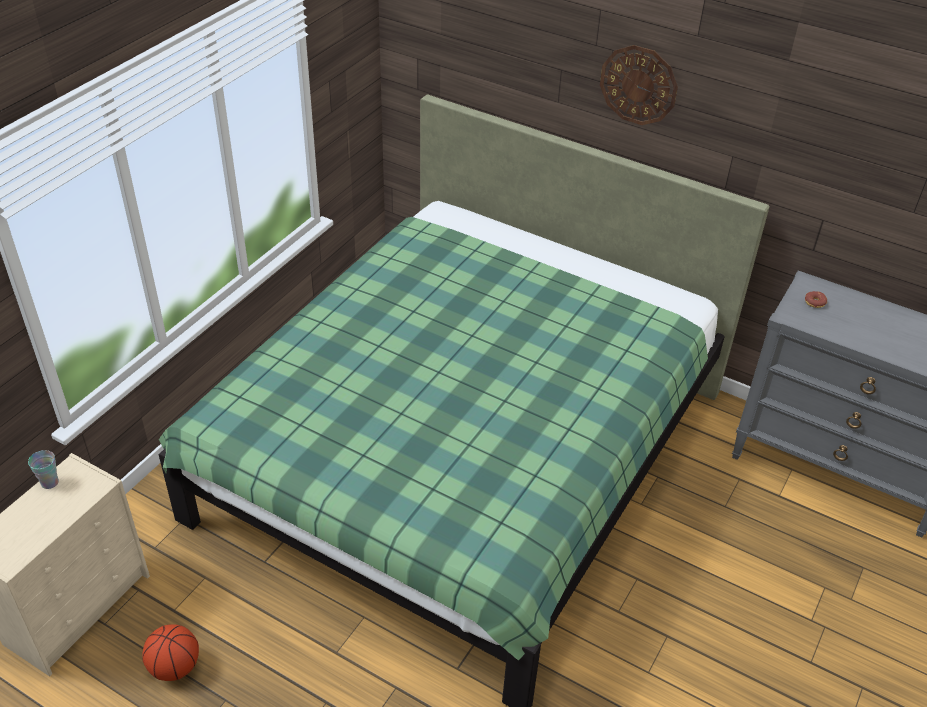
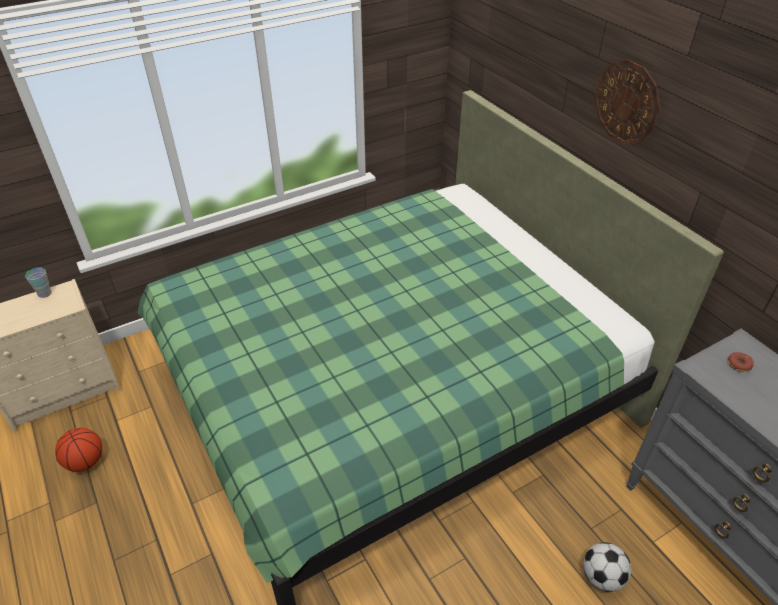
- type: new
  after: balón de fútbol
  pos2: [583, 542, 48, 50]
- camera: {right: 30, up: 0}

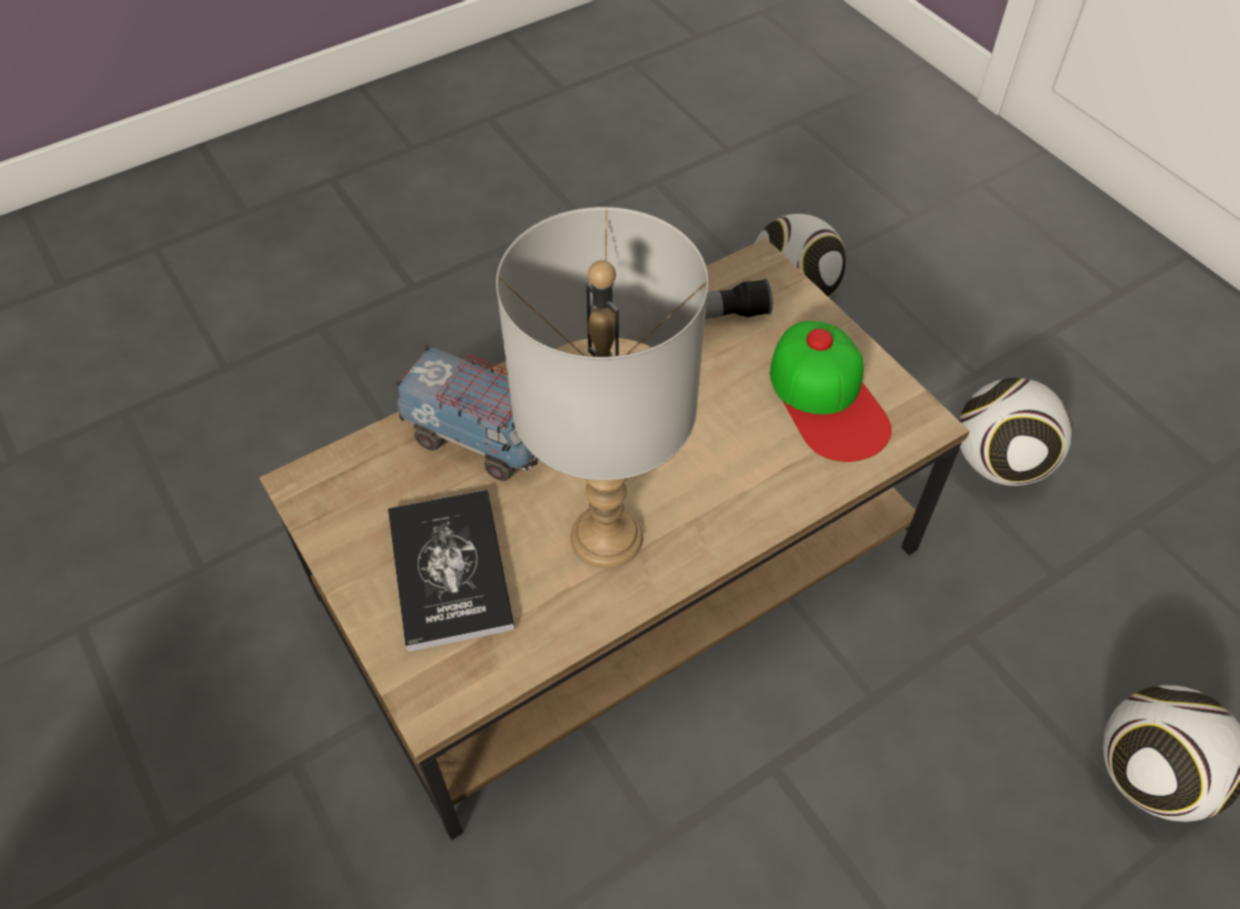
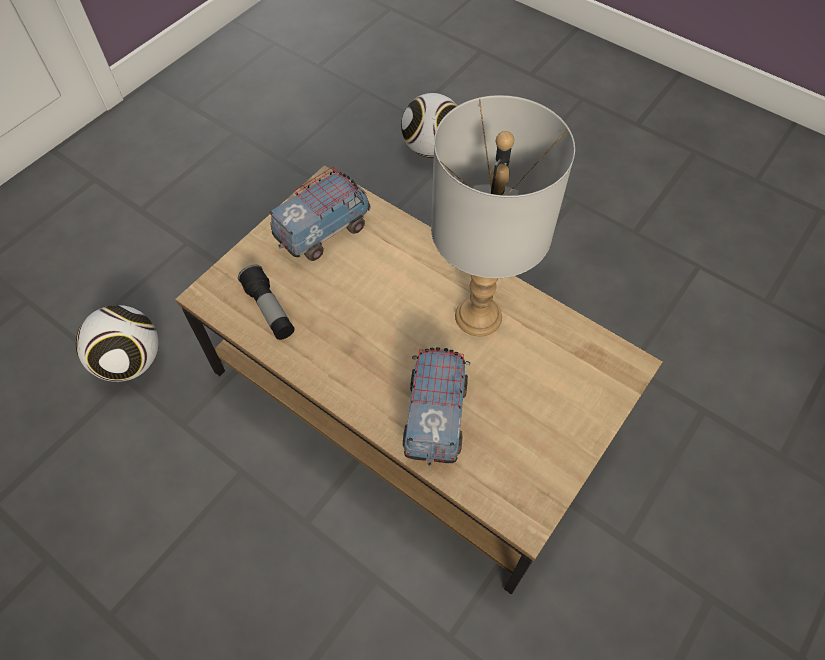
- type: gone
  before: libro
  pos1: [388, 490, 127, 162]
- type: swapped
  before: gorra
  after: camión de juguete
  pos1: [770, 321, 122, 141]
  pos2: [269, 167, 102, 94]
- type: gone
  before: balón de fútbol
  pos1: [959, 378, 114, 108]
- camera: {right: -110, up: 5}

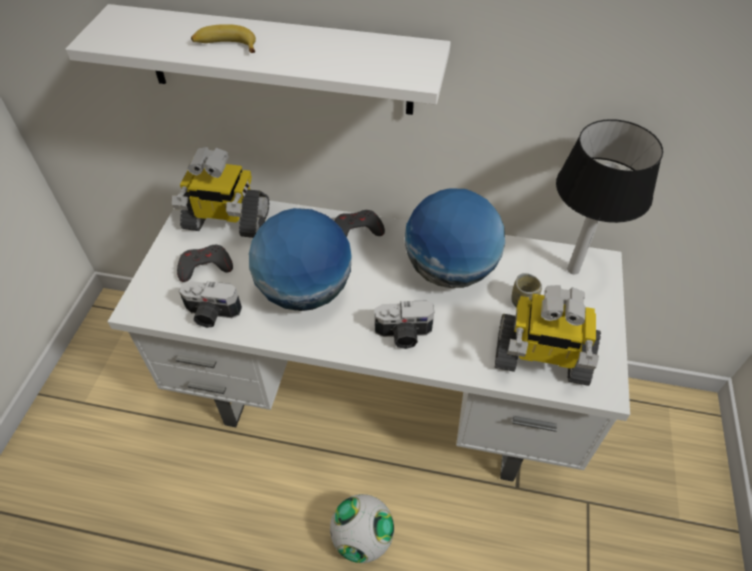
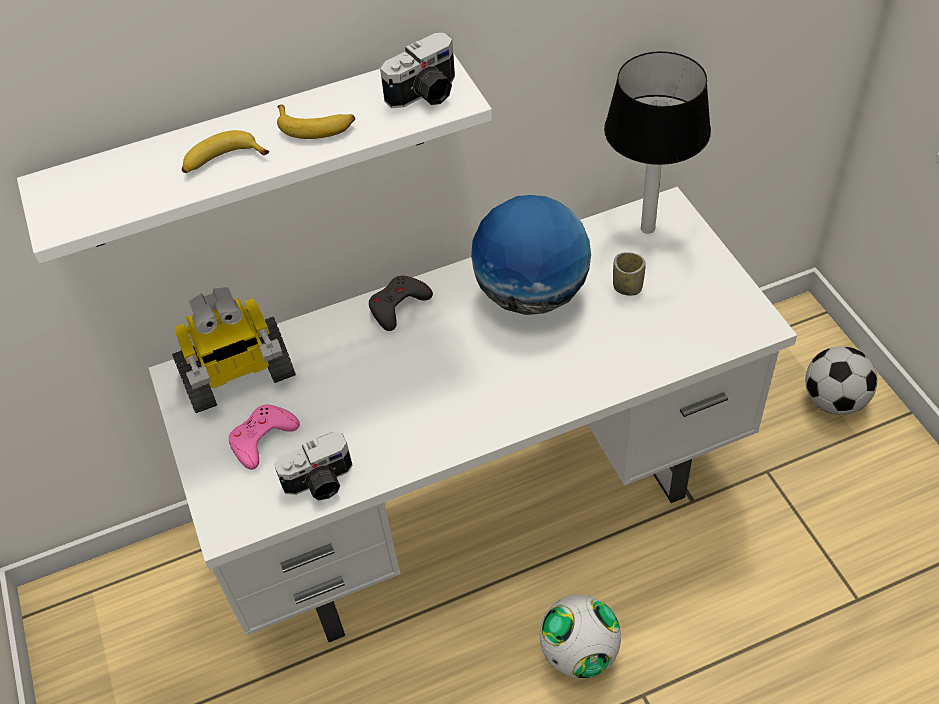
- type: repainted
  before: mando de consola/gris
  after: mando de consola/rosa
  pos1: [177, 245, 56, 37]
  pos2: [229, 404, 71, 66]
- type: gone
  before: globo terráqueo
  pos1: [249, 208, 102, 103]
- type: shifted
  before: cámara
  pos1: [375, 301, 59, 48]
  pos2: [380, 33, 75, 75]
- type: gone
  before: robot de juguete
  pos1: [495, 285, 106, 101]
- type: new
  after: plátano
  pos2: [277, 105, 78, 34]
- type: new
  after: balón de fútbol
  pos2: [805, 346, 72, 69]
- camera: {right: -30, up: 0}

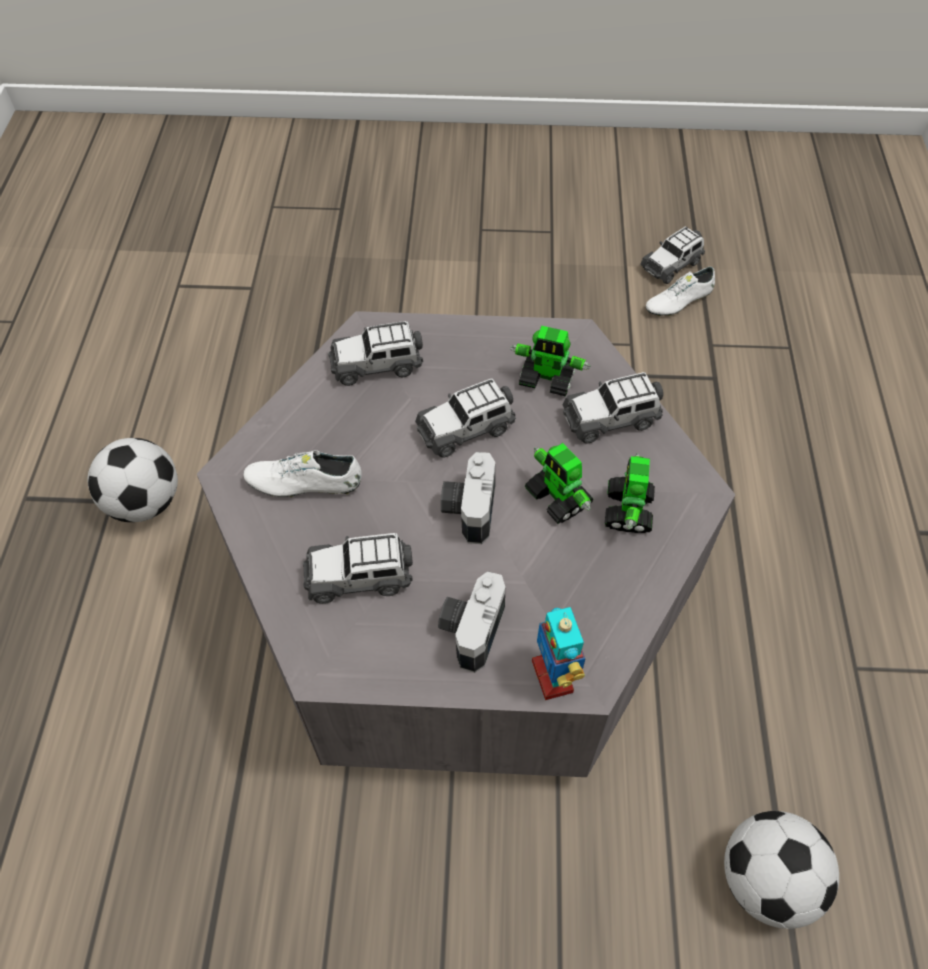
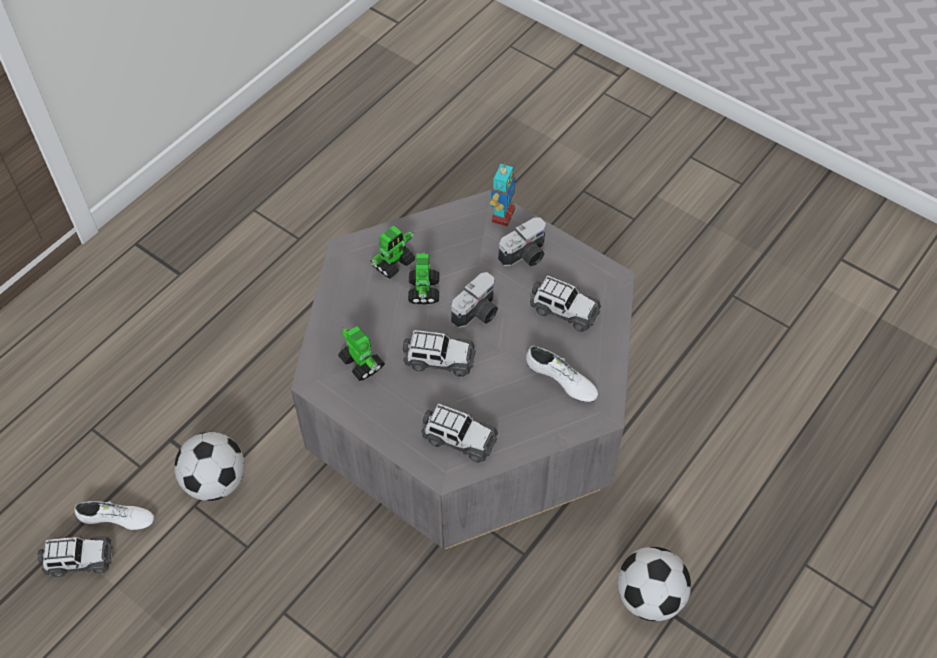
- type: gone
  before: coche de juguete
  pos1: [562, 372, 101, 72]
- type: shifted
  before: balón de fútbol
  pos1: [724, 811, 115, 118]
  pos2: [175, 432, 70, 69]
- camera: {right: -145, up: 0}

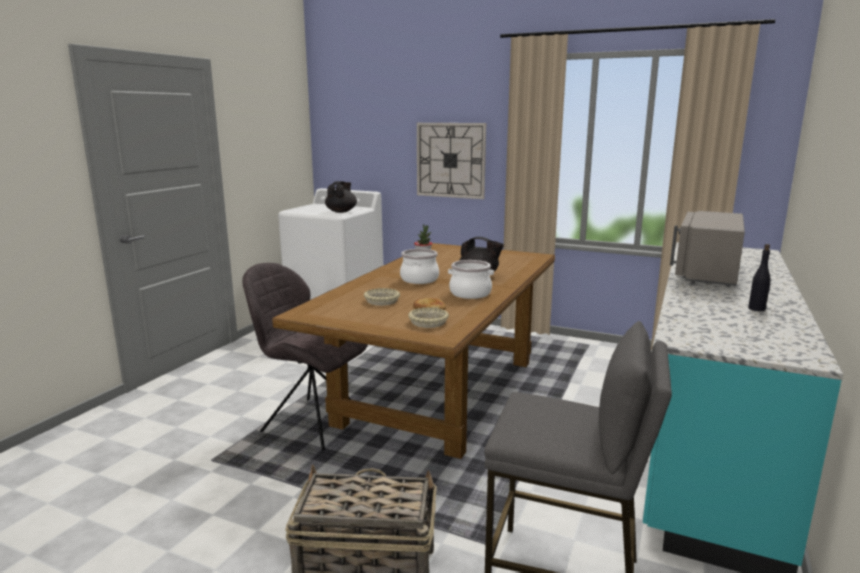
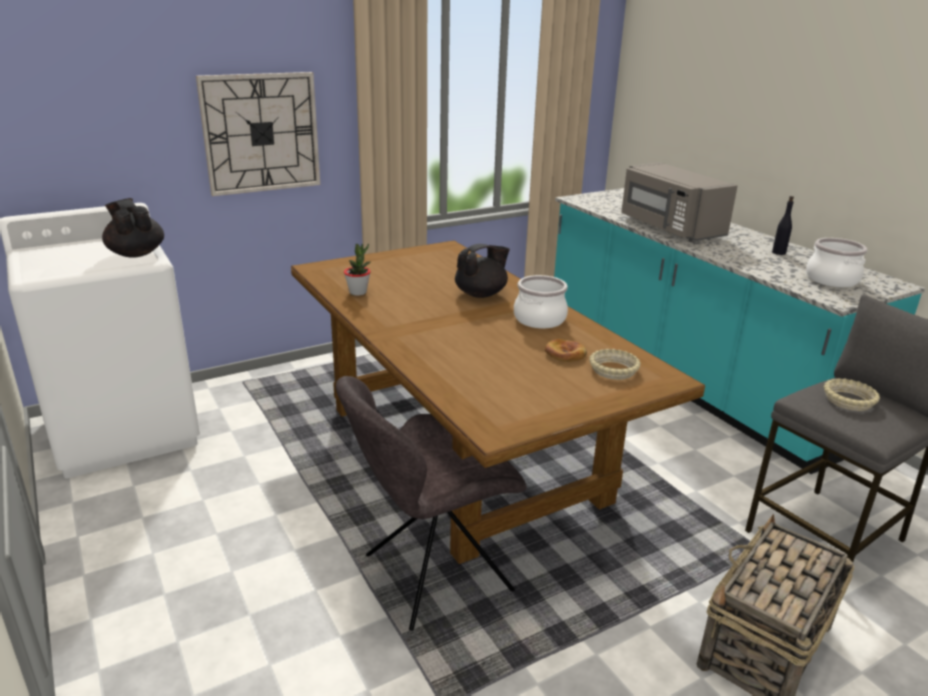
- type: shifted
  before: cuenco/beis
  pos1: [364, 288, 36, 18]
  pos2: [824, 378, 56, 33]
- type: shifted
  before: olla
  pos1: [400, 249, 39, 35]
  pos2: [806, 238, 61, 49]
- camera: {right: -55, up: 10}

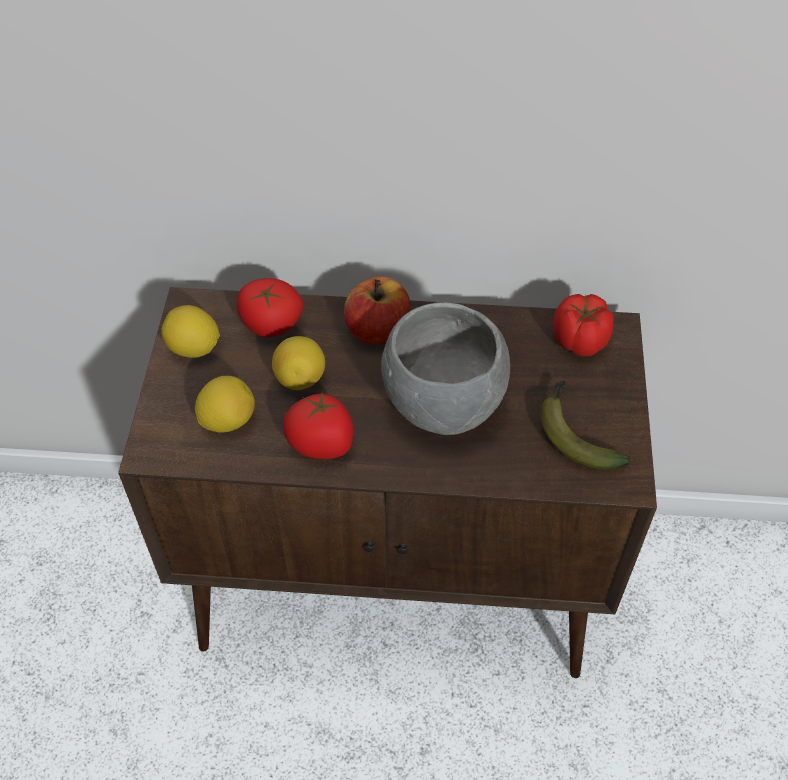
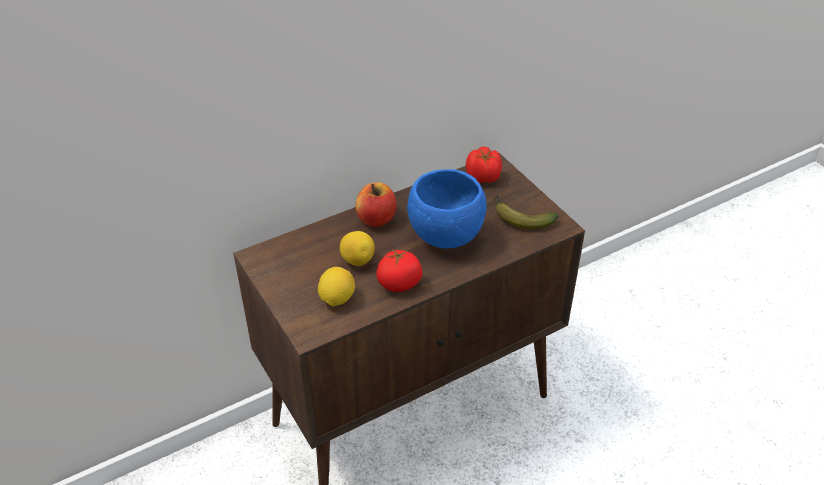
- type: gone
  before: limón
  pos1: [161, 305, 59, 53]
- type: gone
  before: tomate
  pos1: [237, 278, 66, 59]
- type: repainted
  before: cuenco/gris
  after: cuenco/azul
  pos1: [381, 302, 129, 133]
  pos2: [407, 169, 80, 80]
- camera: {right: -35, up: -10}

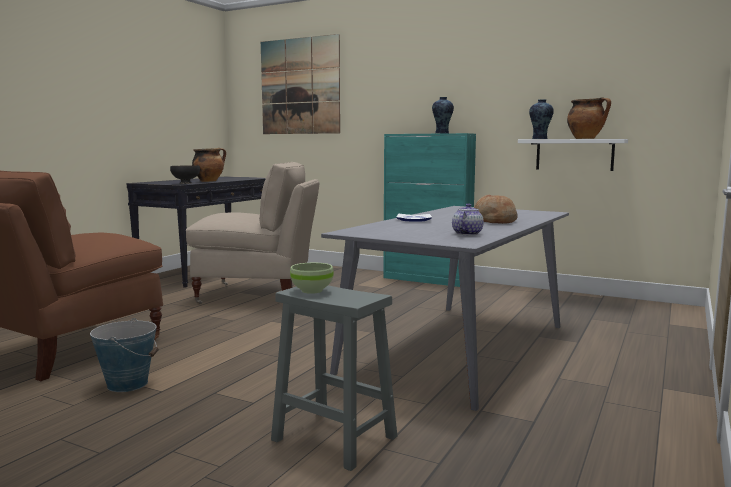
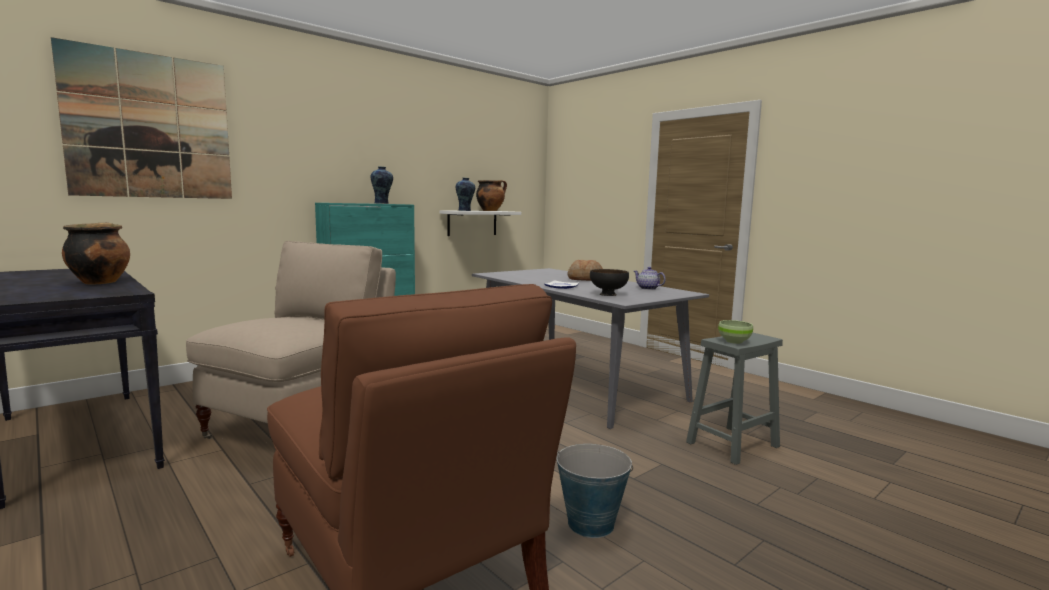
- type: shifted
  before: cuenco/negro
  pos1: [170, 166, 30, 18]
  pos2: [590, 269, 39, 27]
- camera: {right: -70, up: 0}

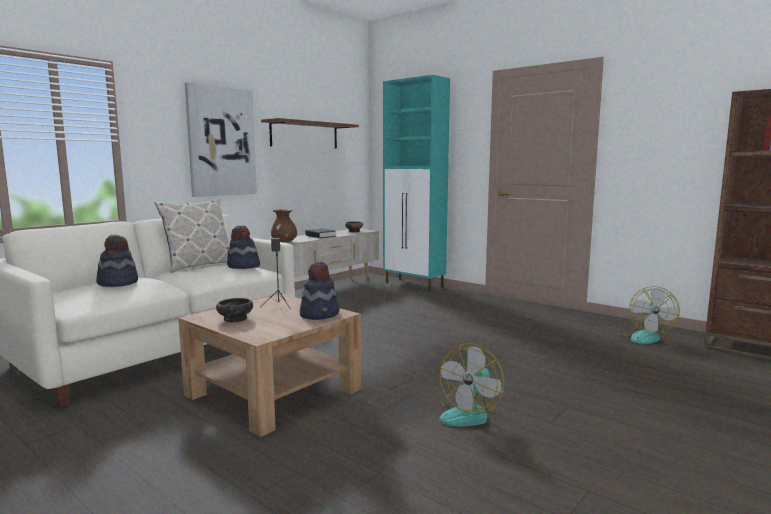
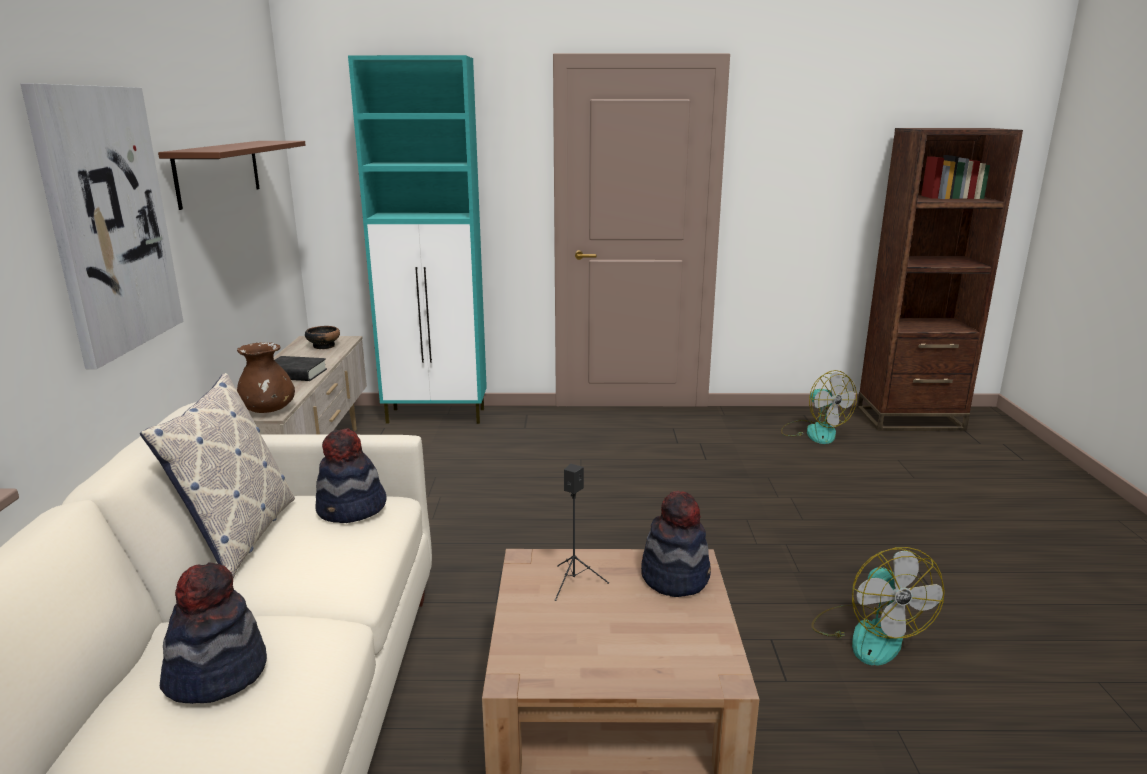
- type: gone
  before: cuenco
  pos1: [216, 298, 37, 25]
- camera: {right: -40, up: 10}

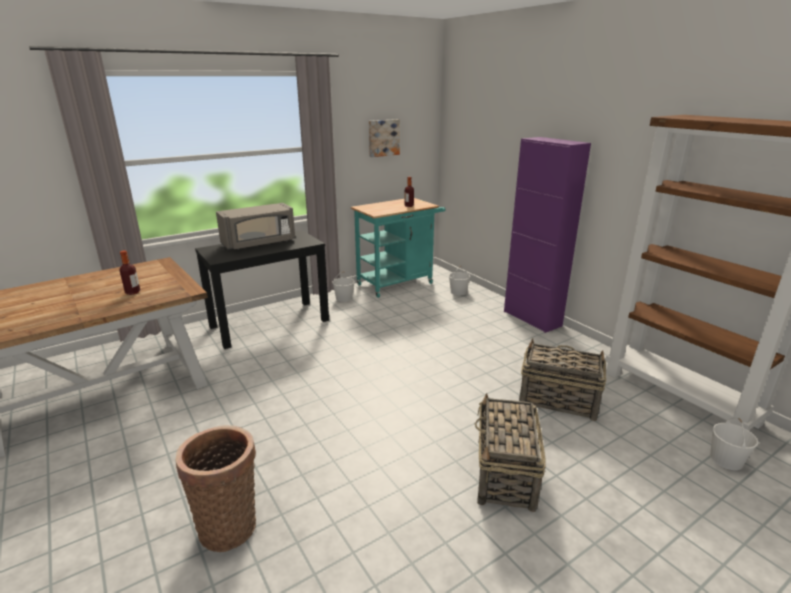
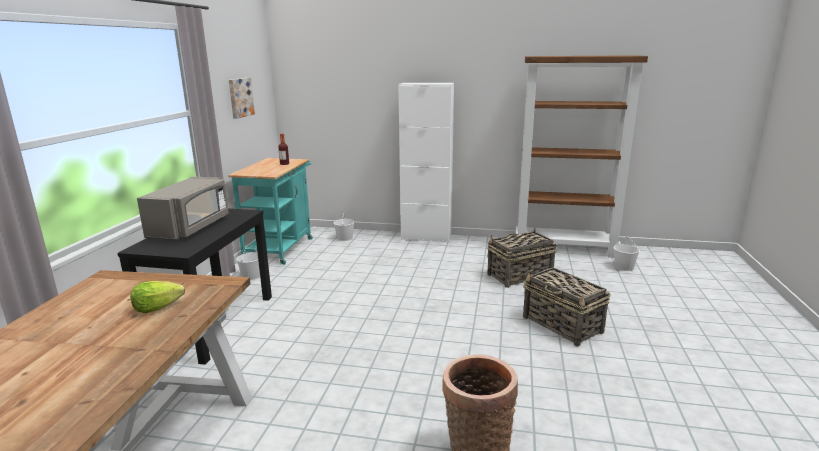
- type: swapped
  before: botella
  after: lechuga
  pos1: [119, 251, 21, 44]
  pos2: [130, 281, 55, 32]
- type: repainted
  before: armario/morado
  after: armario/blanco
  pos1: [504, 137, 87, 196]
  pos2: [398, 83, 56, 160]
- camera: {right: -45, up: -5}

